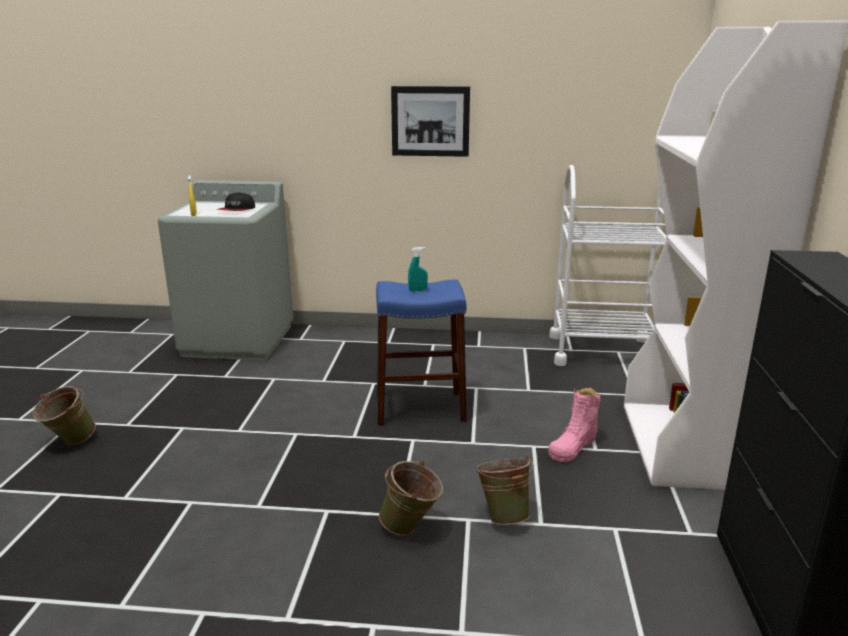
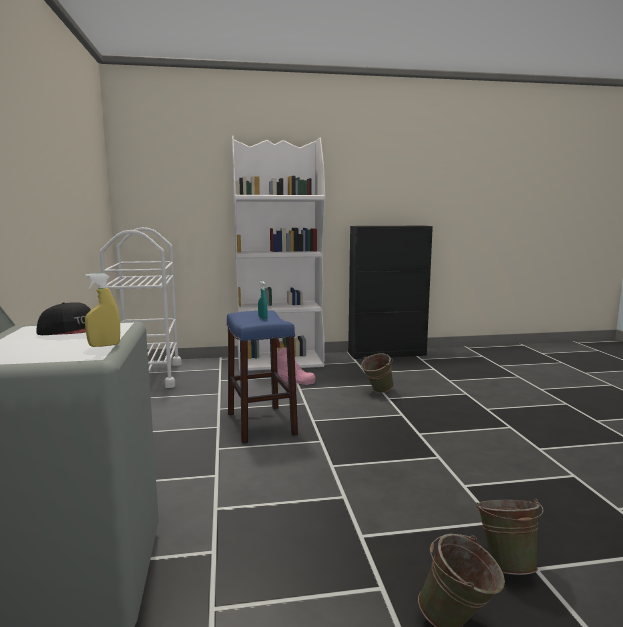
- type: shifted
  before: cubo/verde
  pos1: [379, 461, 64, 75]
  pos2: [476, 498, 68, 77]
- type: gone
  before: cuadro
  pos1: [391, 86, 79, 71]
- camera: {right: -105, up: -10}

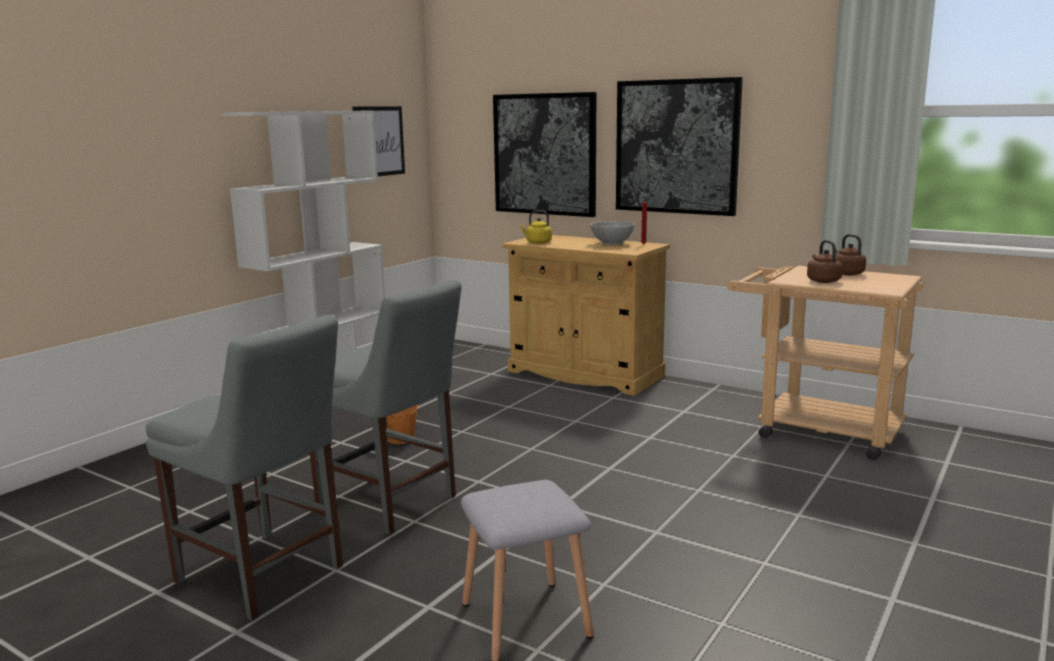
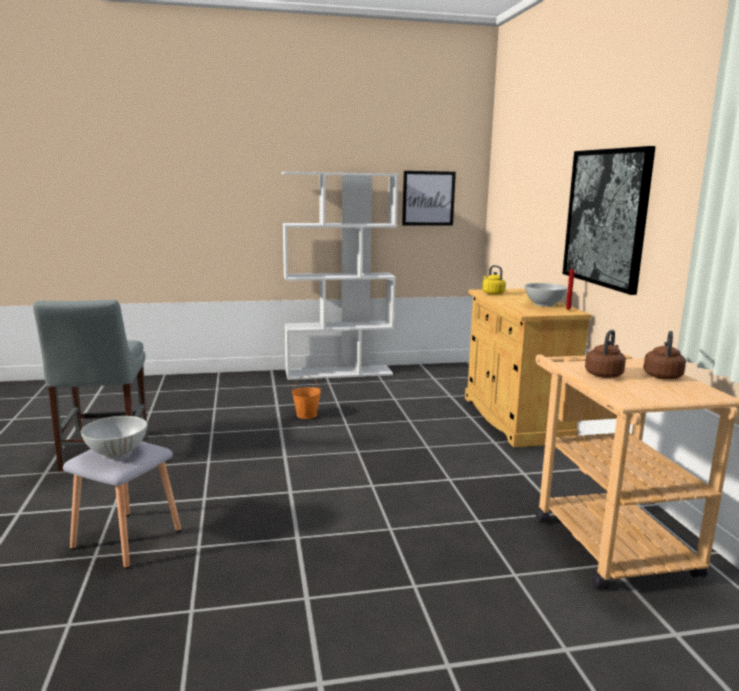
- type: gone
  before: silla/gris
  pos1: [310, 280, 152, 255]
- type: gone
  before: cuadro
  pos1: [493, 92, 103, 125]
- type: new
  after: cuenco/blanco
  pos2: [81, 416, 67, 43]
- camera: {right: 45, up: 0}

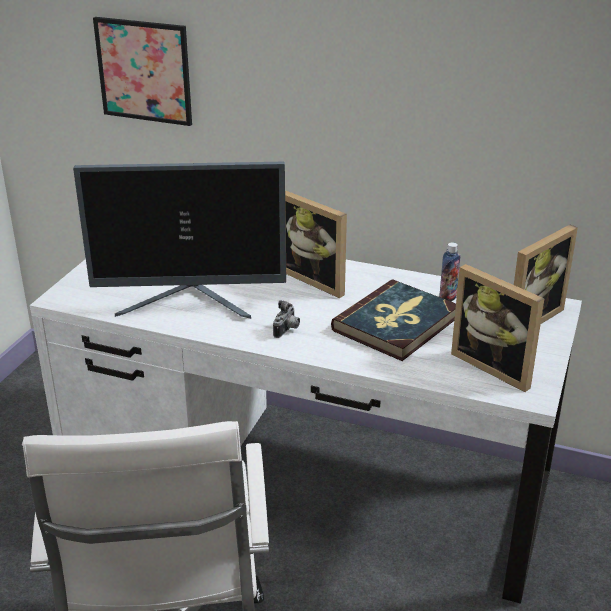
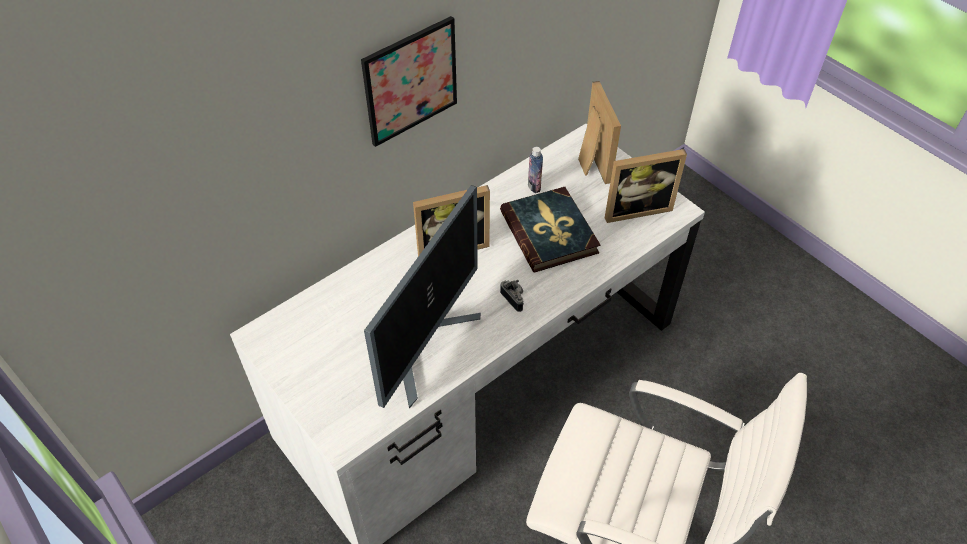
- type: shifted
  before: cuadro
  pos1: [93, 17, 99, 109]
  pos2: [361, 16, 96, 131]
- camera: {right: -60, up: 20}

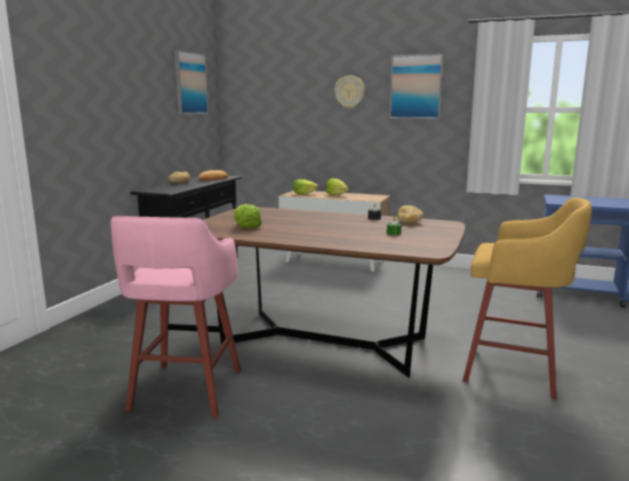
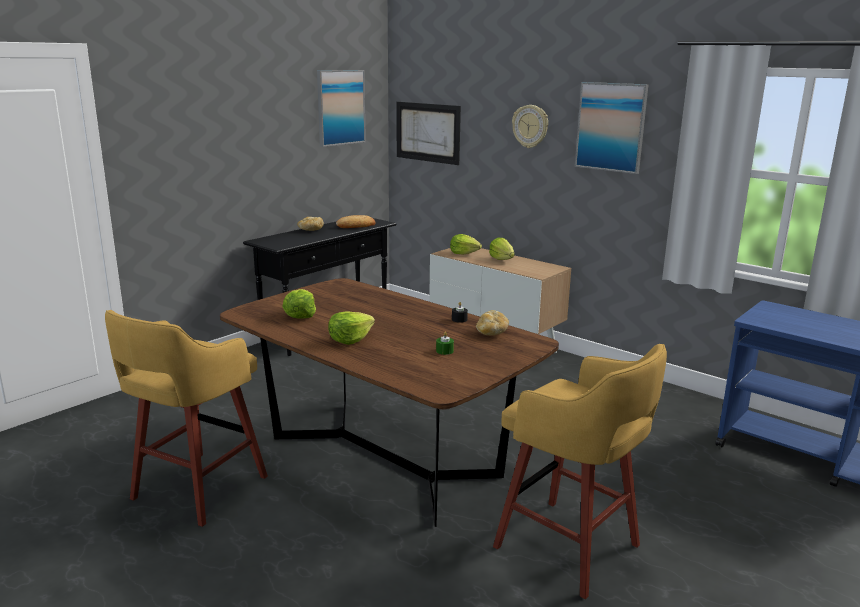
- type: repainted
  before: taburete/rosa
  after: taburete/amarillo
  pos1: [111, 216, 130, 202]
  pos2: [105, 310, 163, 217]
- type: new
  after: lechuga
  pos2: [328, 311, 47, 34]
- type: new
  after: cuadro
  pos2: [397, 102, 64, 63]
- camera: {right: 20, up: 5}

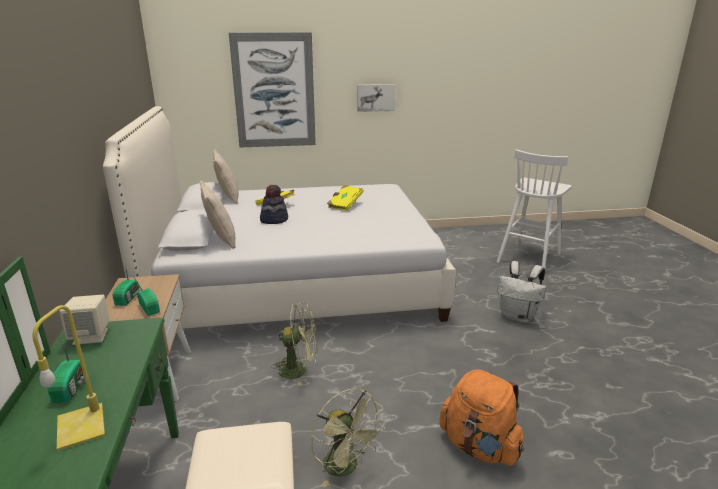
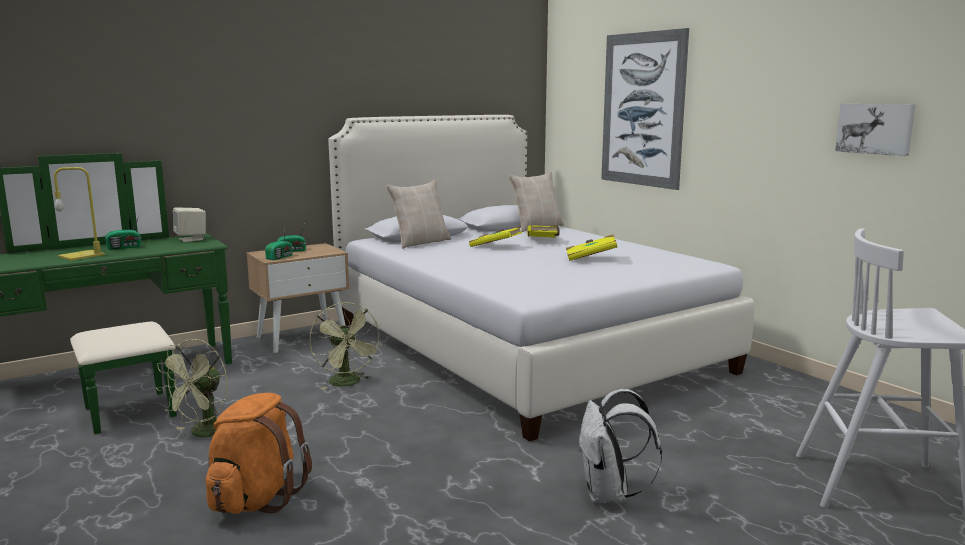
- type: swapped
  before: sombrero
  after: libro/amarillo
  pos1: [260, 185, 28, 39]
  pos2: [469, 226, 53, 21]
- type: shifted
  before: cuadro
  pos1: [357, 84, 38, 28]
  pos2: [835, 104, 80, 52]
- camera: {right: 65, up: -10}

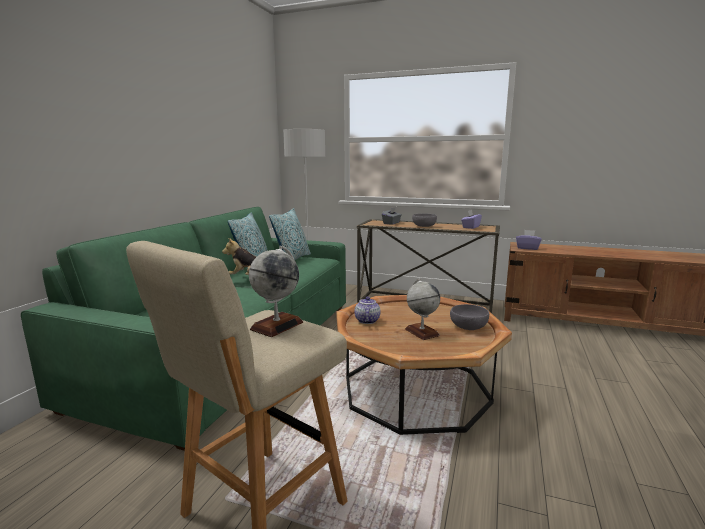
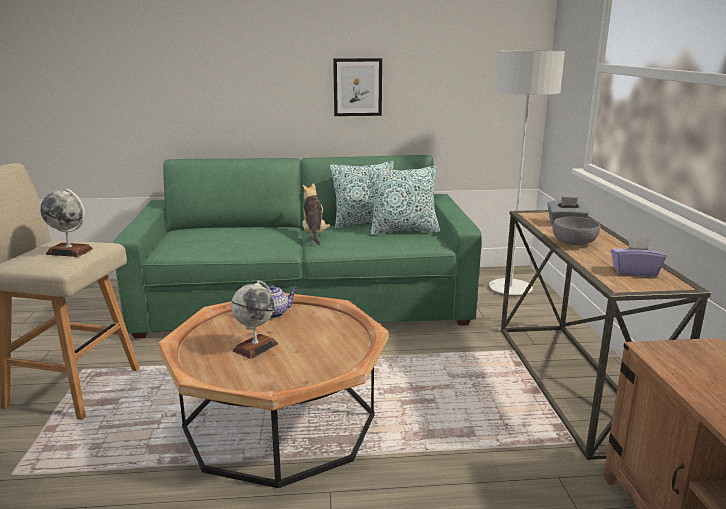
- type: gone
  before: cuenco/gris
  pos1: [450, 304, 39, 26]
- type: gone
  before: caja de pañuelos/morado
  pos1: [516, 230, 26, 20]
- type: new
  after: cuadro
  pos2: [333, 58, 49, 58]
- camera: {right: 65, up: 5}

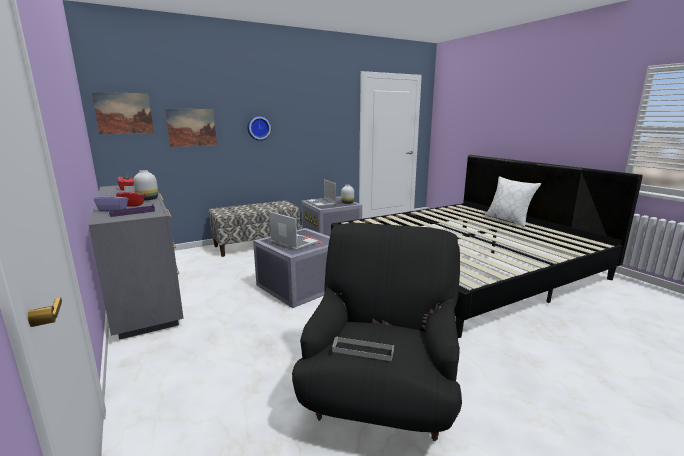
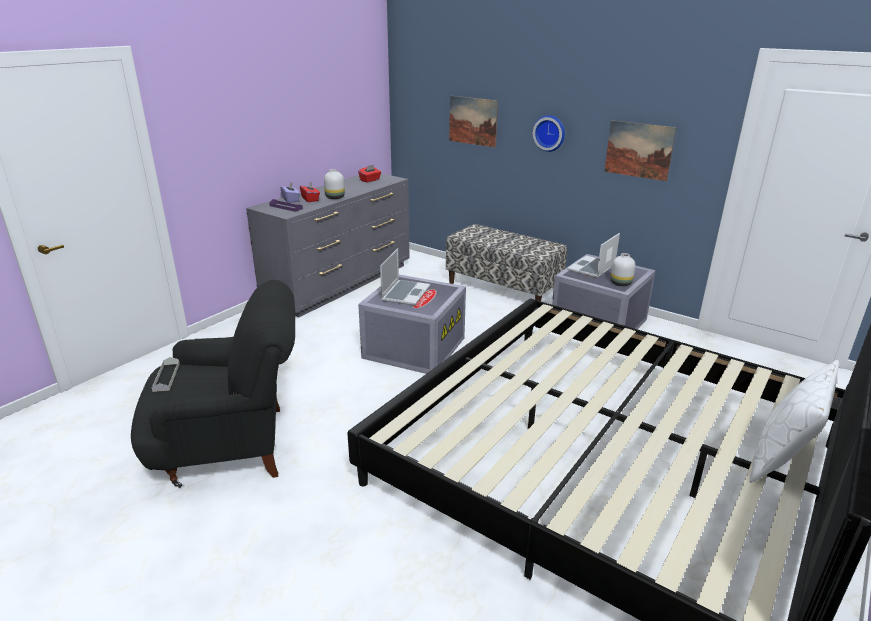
- type: shifted
  before: cuadro
  pos1: [92, 92, 62, 42]
  pos2: [604, 120, 73, 61]
- camera: {right: 65, up: 10}

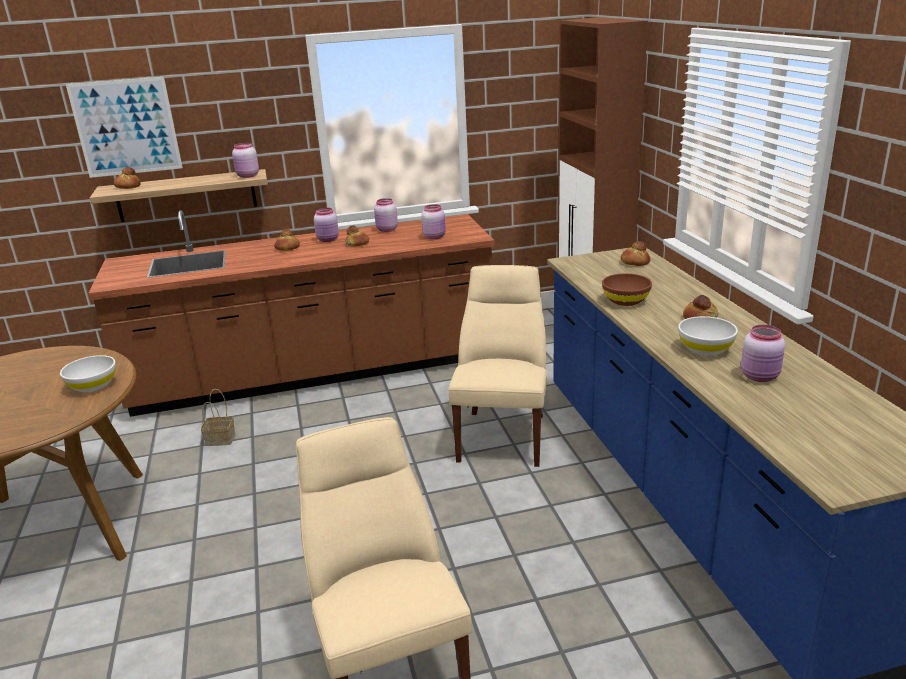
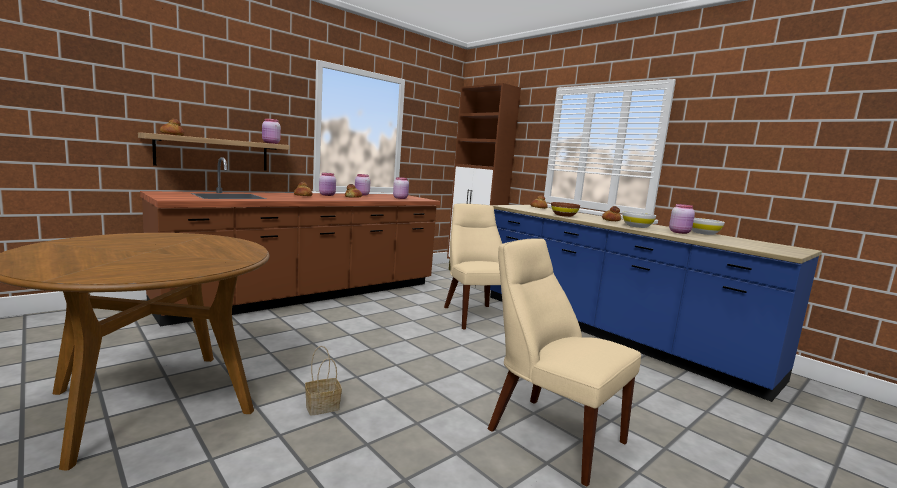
- type: shifted
  before: cuenco/blanco
  pos1: [60, 355, 56, 37]
  pos2: [692, 218, 33, 17]
- type: gone
  before: cuadro
  pos1: [66, 77, 117, 101]
- type: shifted
  before: cesta
  pos1: [201, 389, 34, 57]
  pos2: [305, 346, 37, 70]
- camera: {right: -30, up: -15}

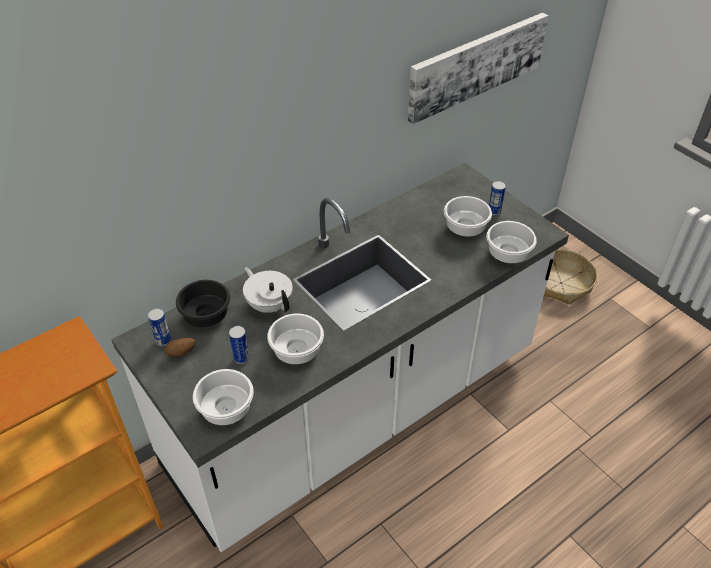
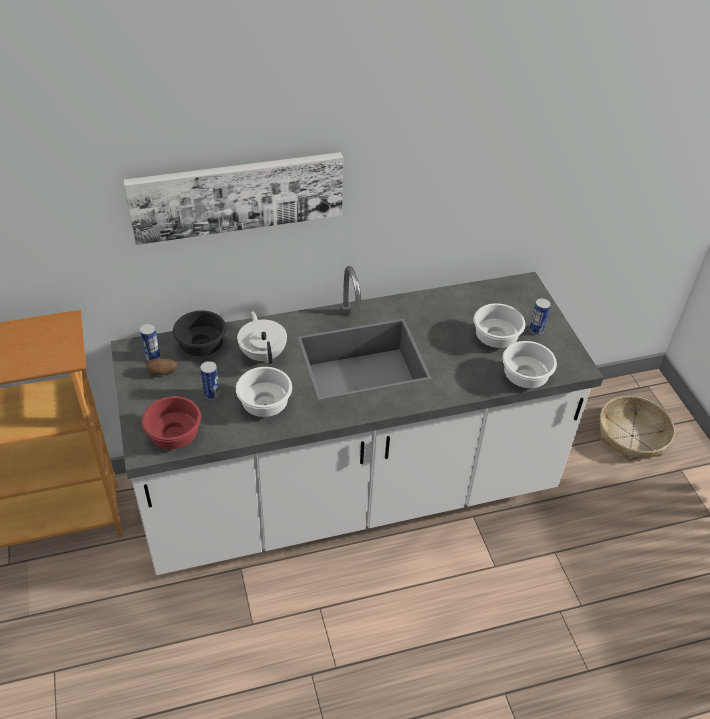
- type: repainted
  before: cuenco/blanco
  after: cuenco/rojo
  pos1: [193, 369, 61, 56]
  pos2: [142, 396, 59, 53]
- type: shifted
  before: cuadro
  pos1: [408, 13, 140, 111]
  pos2: [124, 152, 219, 93]
- camera: {right: 20, up: 0}

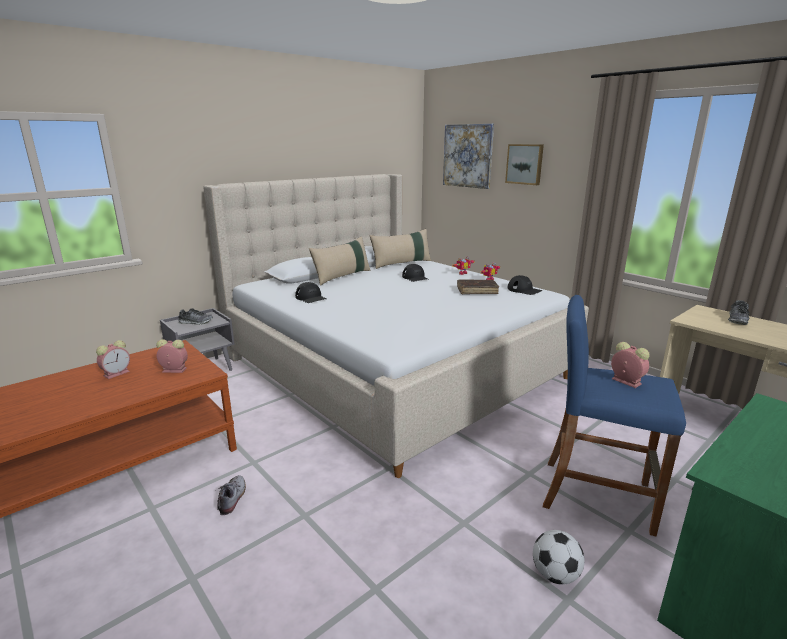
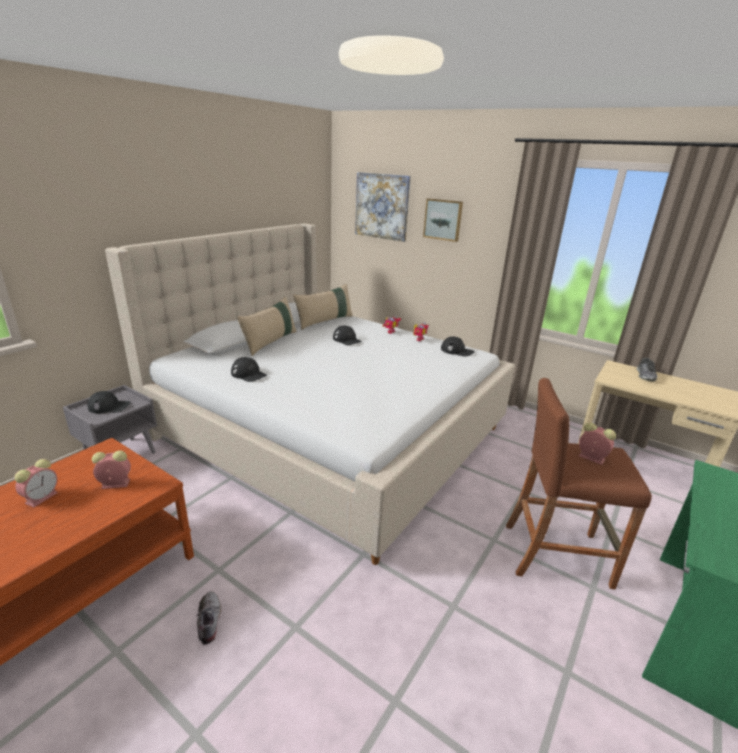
- type: swapped
  before: zapato
  after: gorra/negro
  pos1: [178, 308, 35, 17]
  pos2: [87, 391, 44, 22]
- type: gone
  before: libro/marrón
  pos1: [457, 279, 42, 15]
- type: gone
  before: balón de fútbol
  pos1: [533, 530, 52, 55]
- type: repainted
  before: taburete/azul
  after: taburete/marrón
  pos1: [543, 295, 143, 241]
  pos2: [506, 378, 146, 211]
- camera: {right: -15, up: 5}

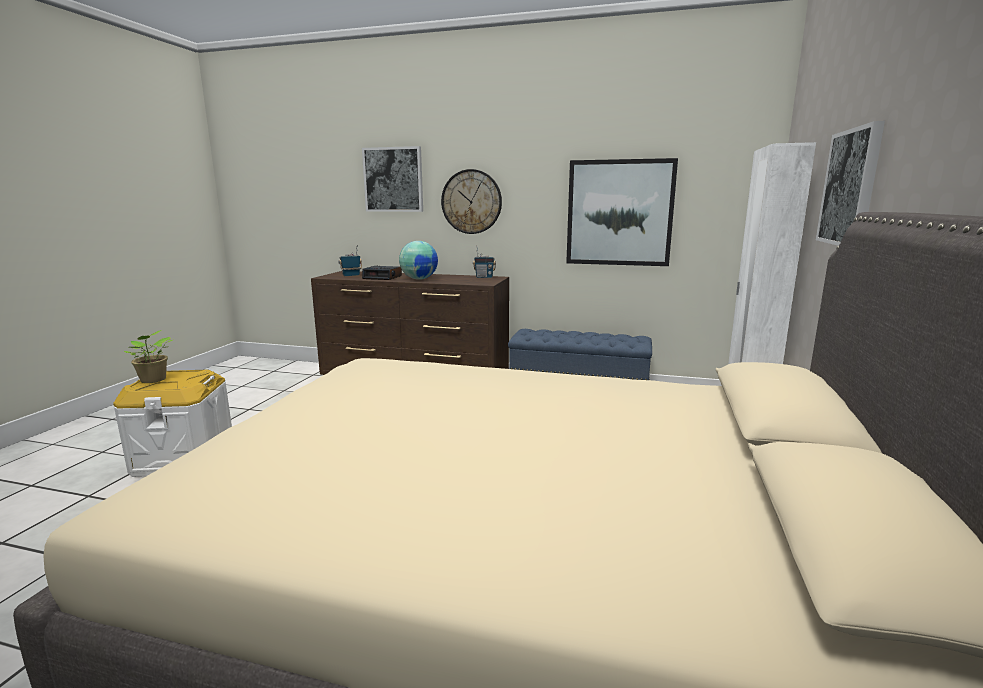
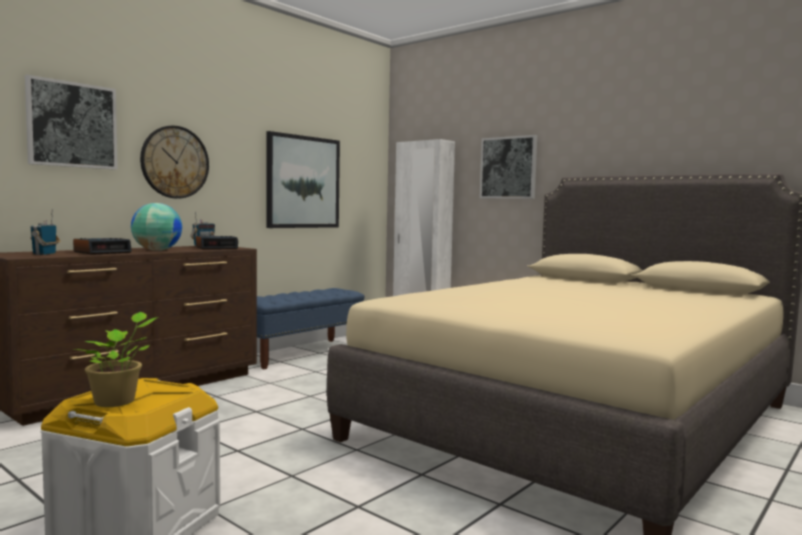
- type: new
  after: despertador
  pos2: [196, 235, 42, 15]
- camera: {right: -65, up: -10}

